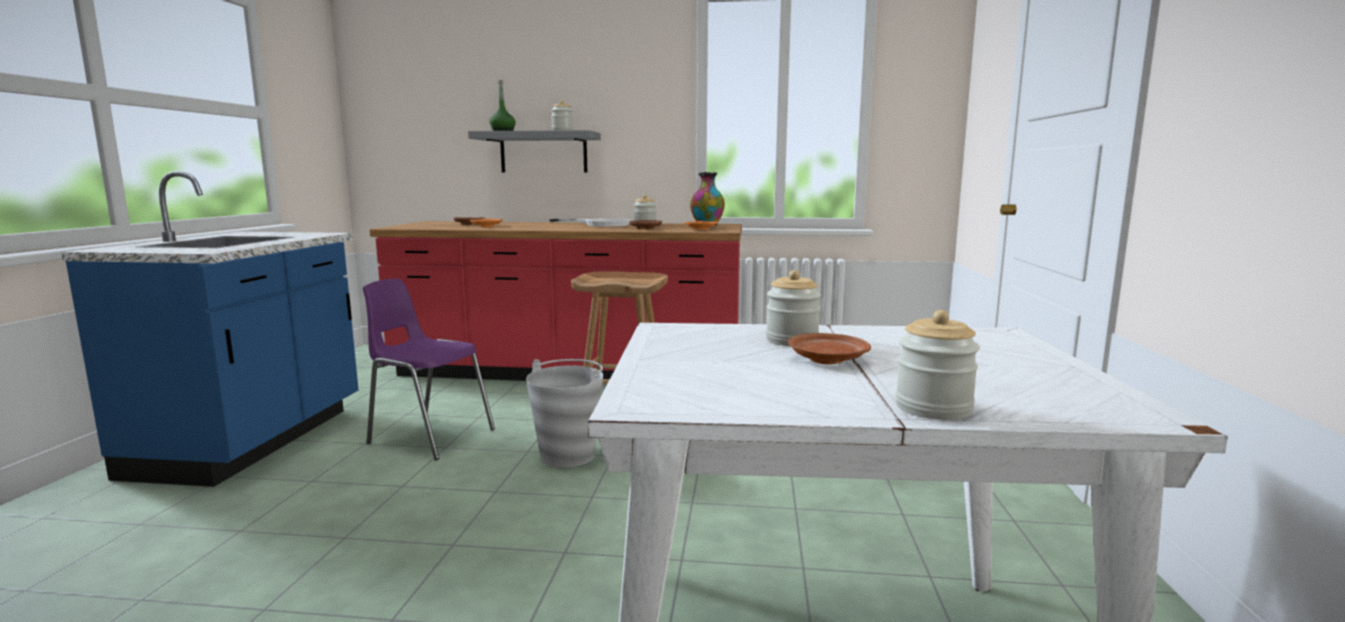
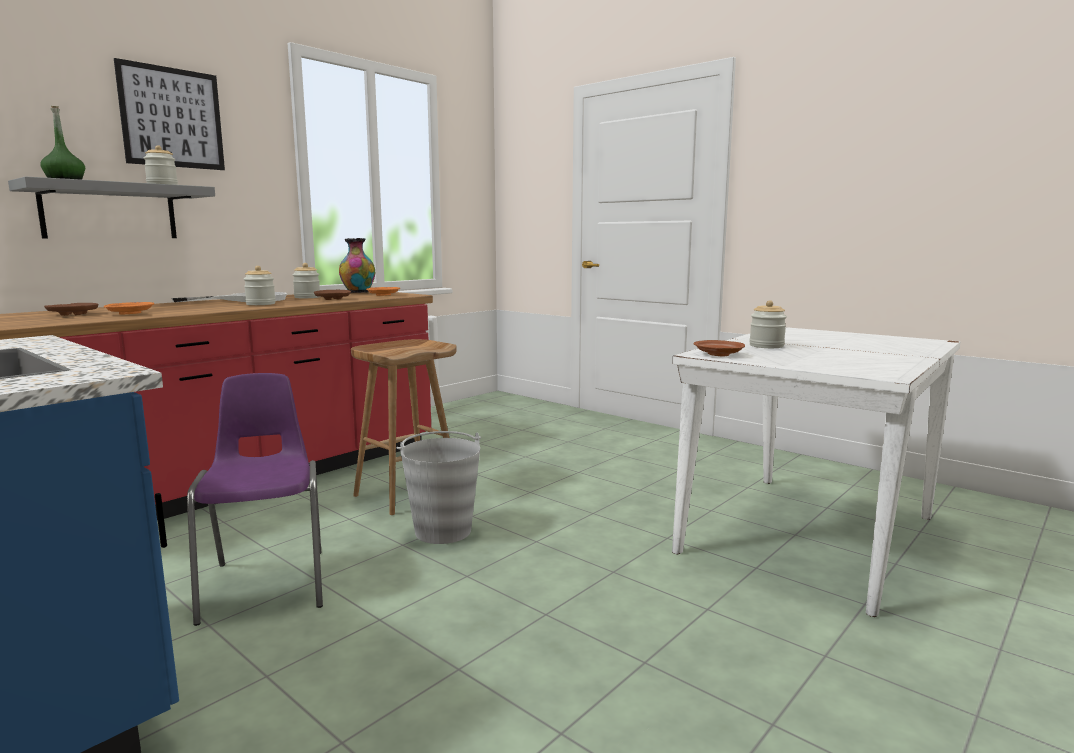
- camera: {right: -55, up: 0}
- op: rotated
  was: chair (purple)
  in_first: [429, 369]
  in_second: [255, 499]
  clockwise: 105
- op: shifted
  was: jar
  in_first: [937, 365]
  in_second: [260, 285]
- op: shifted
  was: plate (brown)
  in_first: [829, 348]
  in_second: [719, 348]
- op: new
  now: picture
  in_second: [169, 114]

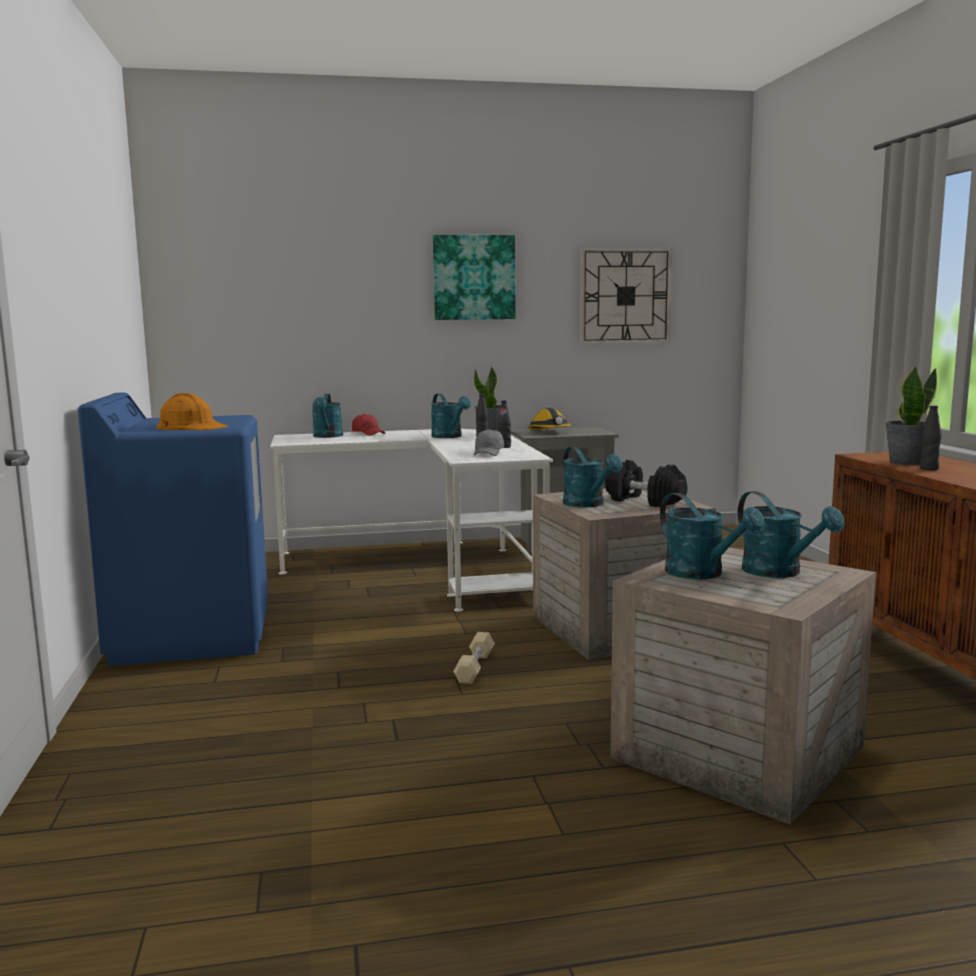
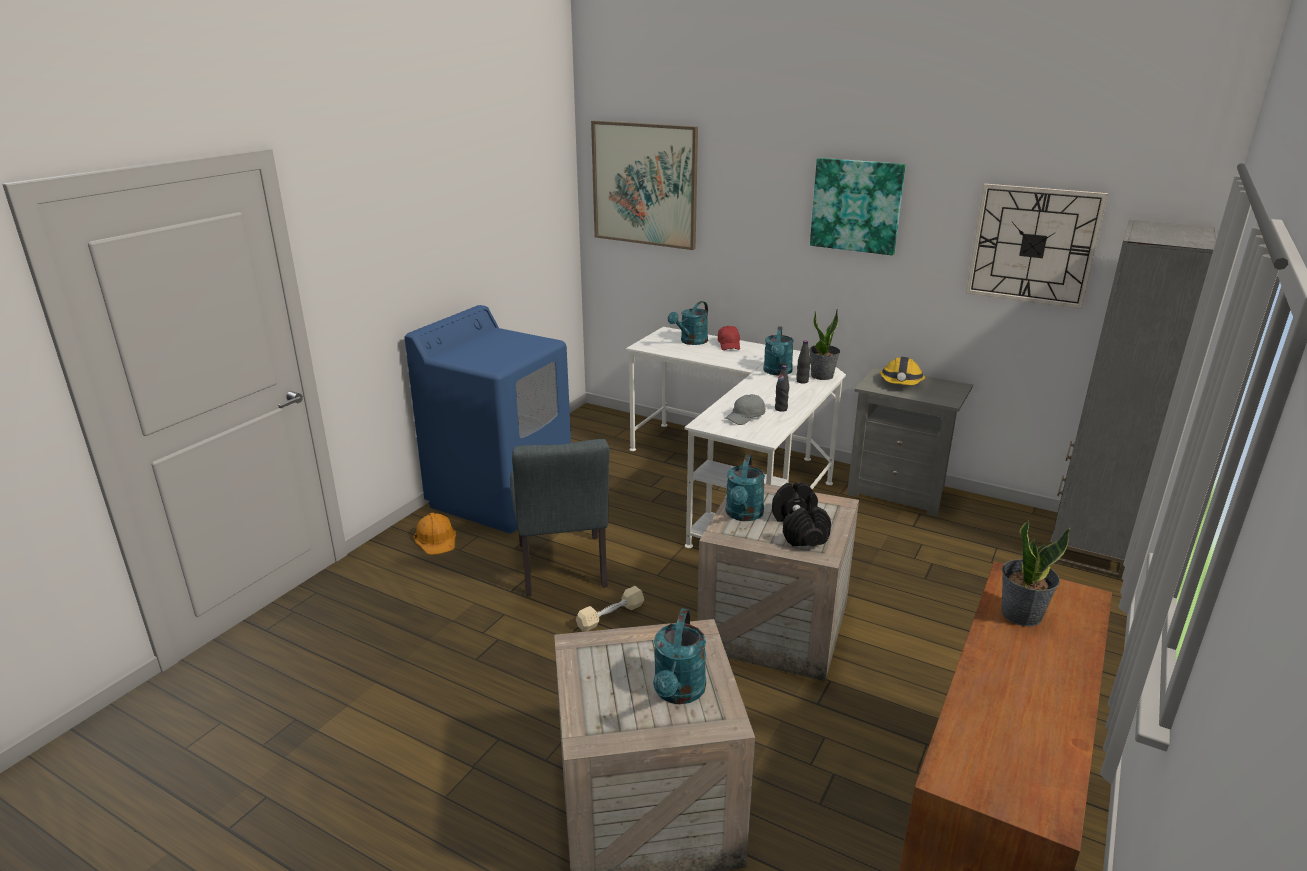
- camera: {right: 40, up: 15}
- op: shifted
  was: hard hat (orange)
  in_first: [192, 411]
  in_second: [434, 534]
- op: gone
  was: bottle (black)
  in_first: [931, 437]
- op: gone
  was: watering can (turquoise)
  in_first: [712, 536]
- op: new
  now: picture
  in_second: [644, 185]
- op: new
  now: bookcase (grey)
  in_second: [1133, 399]
- op: new
  now: chair (grey)
  in_second: [560, 517]

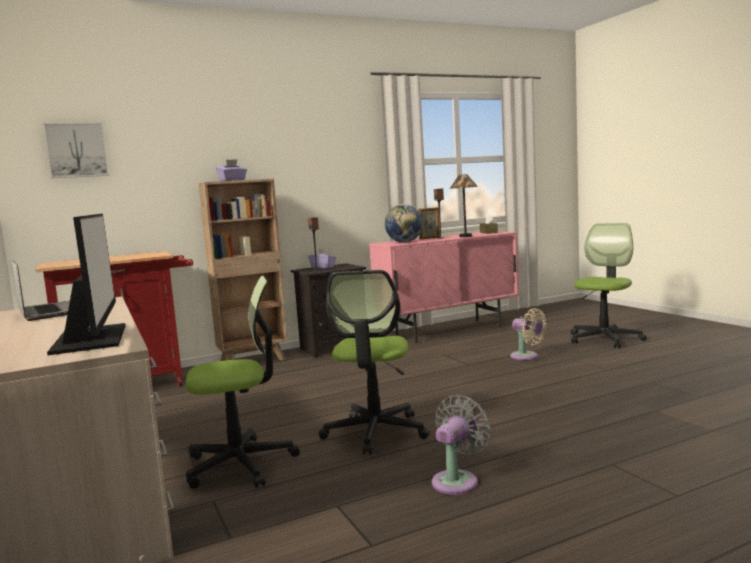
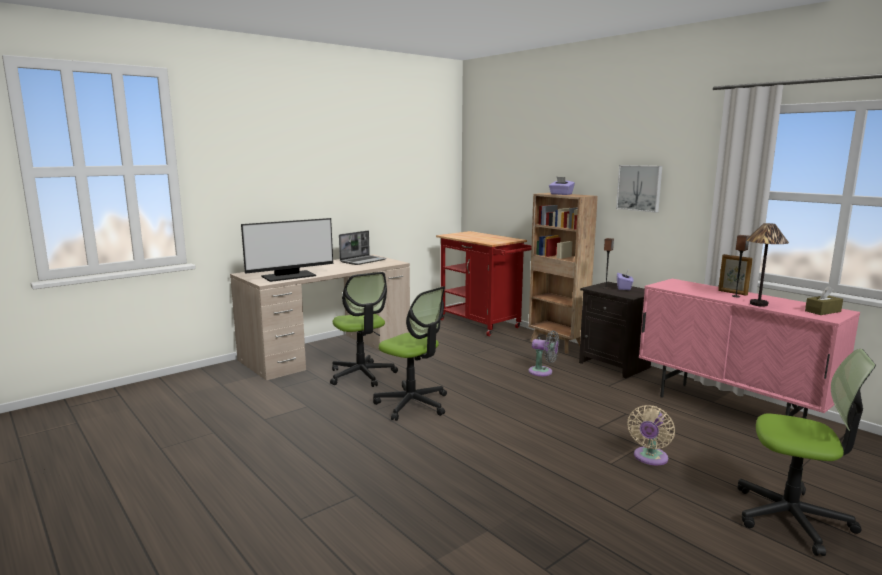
- camera: {right: 75, up: 5}
- op: shifted
  was: picture
  in_first: [76, 150]
  in_second: [639, 189]
- op: gone
  was: globe
  in_first: [404, 223]
- op: rotated
  was: office chair
  in_first: [374, 362]
  in_second: [410, 353]
  clockwise: -135
- op: shifted
  was: fan (grey)
  in_first: [461, 444]
  in_second: [543, 353]

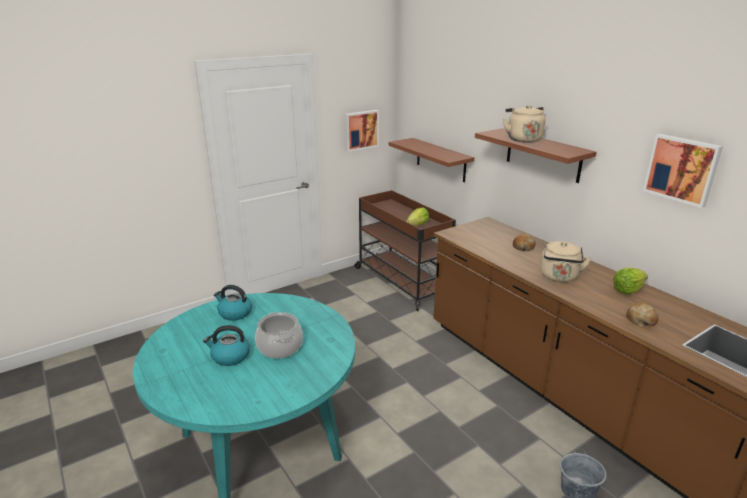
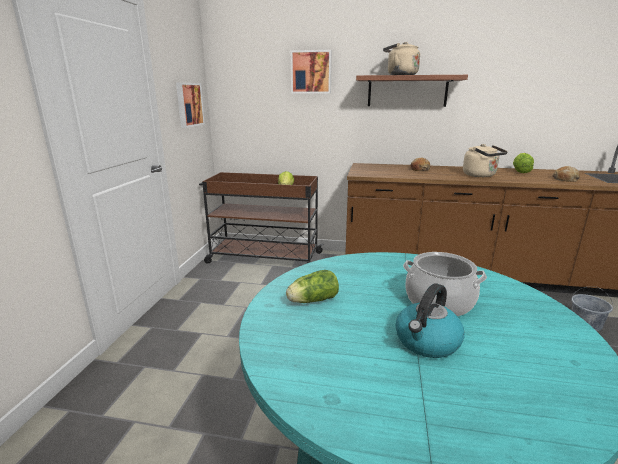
- camera: {right: -45, up: -5}
- op: shifted
  was: picture
  in_first: [683, 171]
  in_second: [311, 72]
- op: gone
  was: shelf
  in_first: [431, 160]
- op: swapped
  was: kettle
  now: lettuce
  in_first: [233, 303]
  in_second: [312, 286]

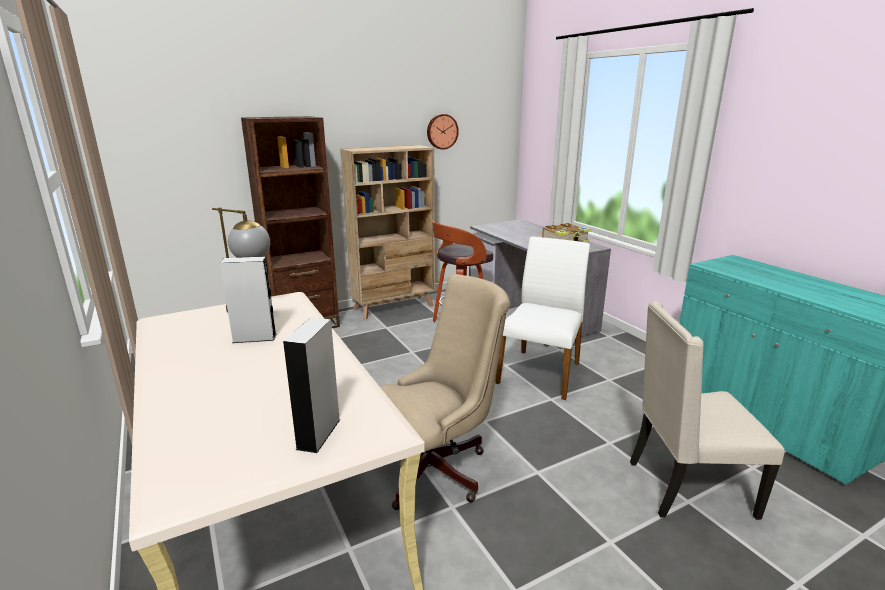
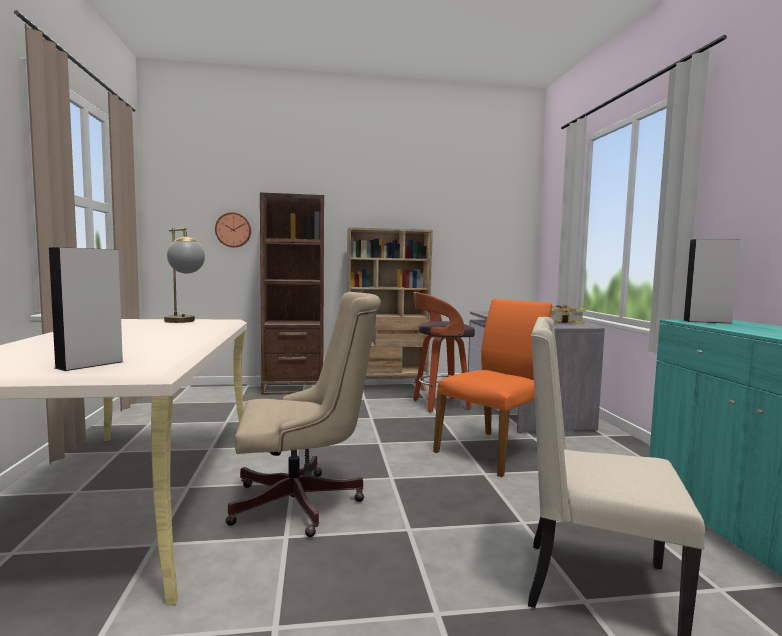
- camera: {right: 20, up: -15}
- op: shifted
  was: wall clock
  in_first: [443, 132]
  in_second: [233, 230]
- op: repainted
  was: chair (white)
  now: chair (orange)
  in_first: [542, 318]
  in_second: [492, 388]
- op: shifted
  was: speaker (grey)
  in_first: [248, 299]
  in_second: [711, 281]

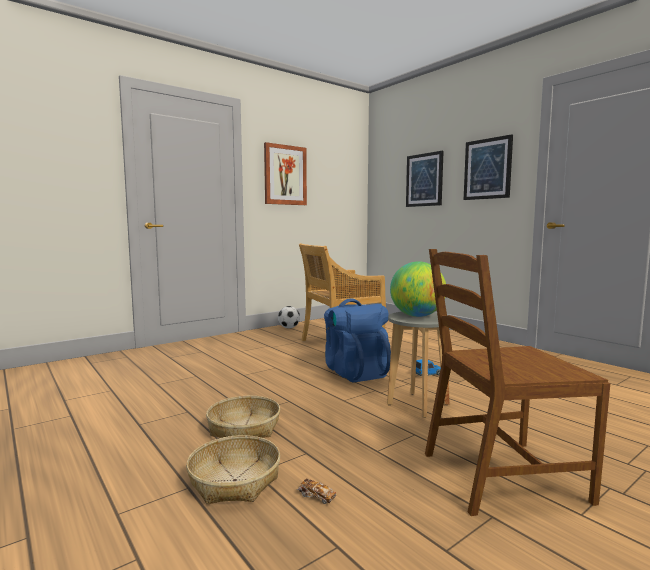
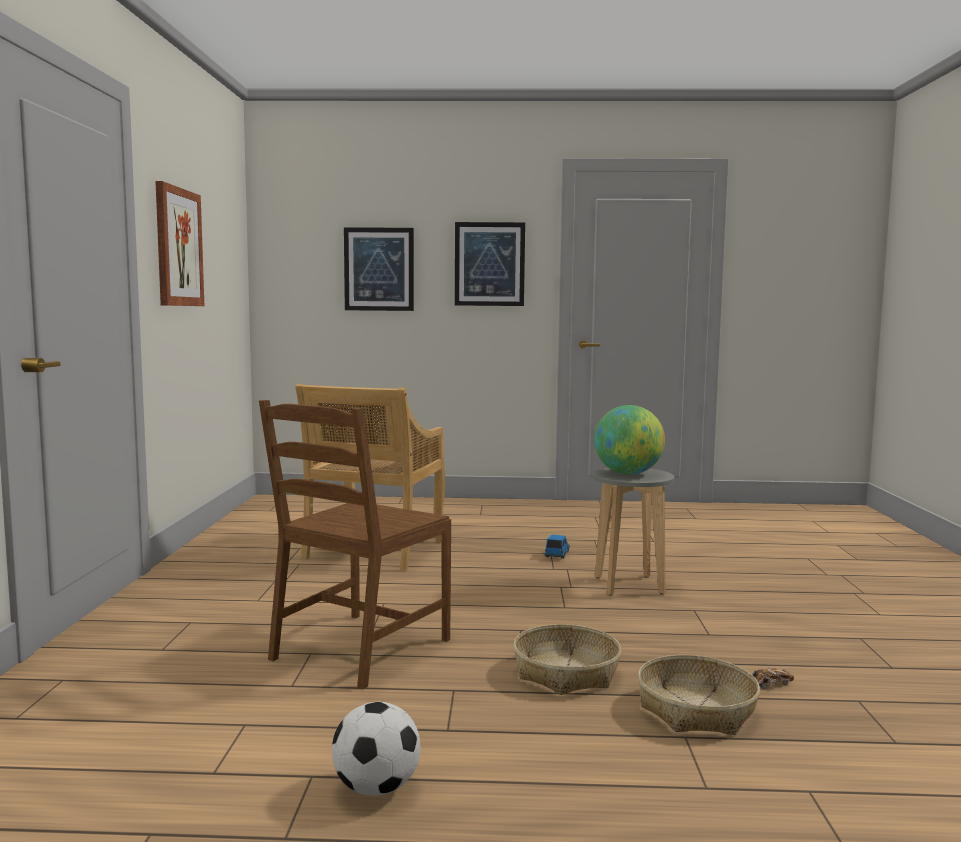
- camera: {right: -50, up: 0}
- op: shifted
  was: chair (brown)
  in_first: [517, 382]
  in_second: [355, 545]
- op: gone
  was: backpack (blue)
  in_first: [357, 340]
- op: shifted
  was: football
  in_first: [289, 317]
  in_second: [376, 749]

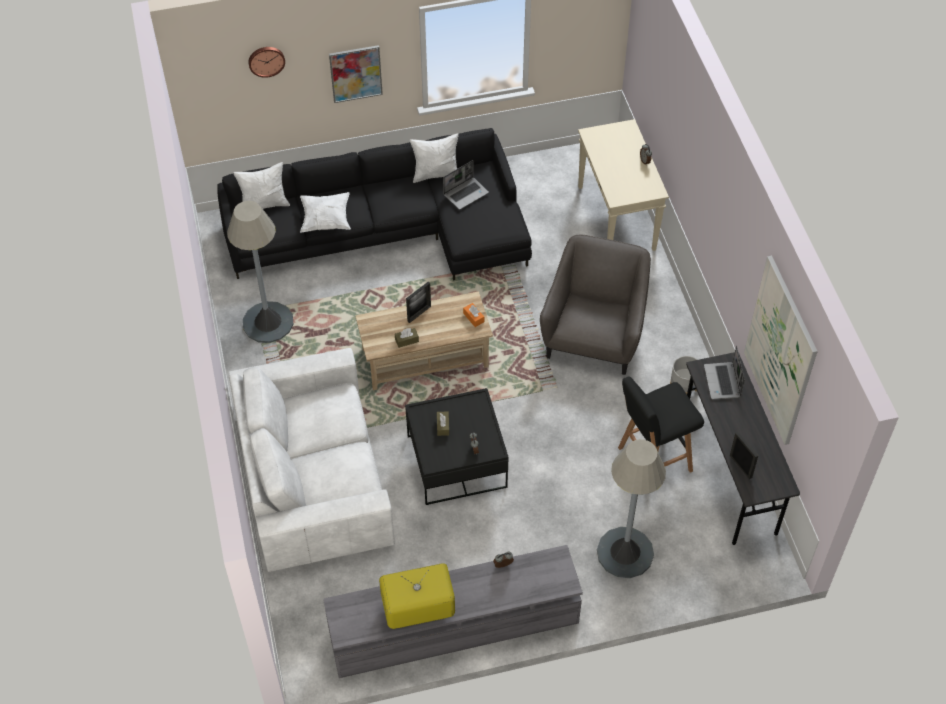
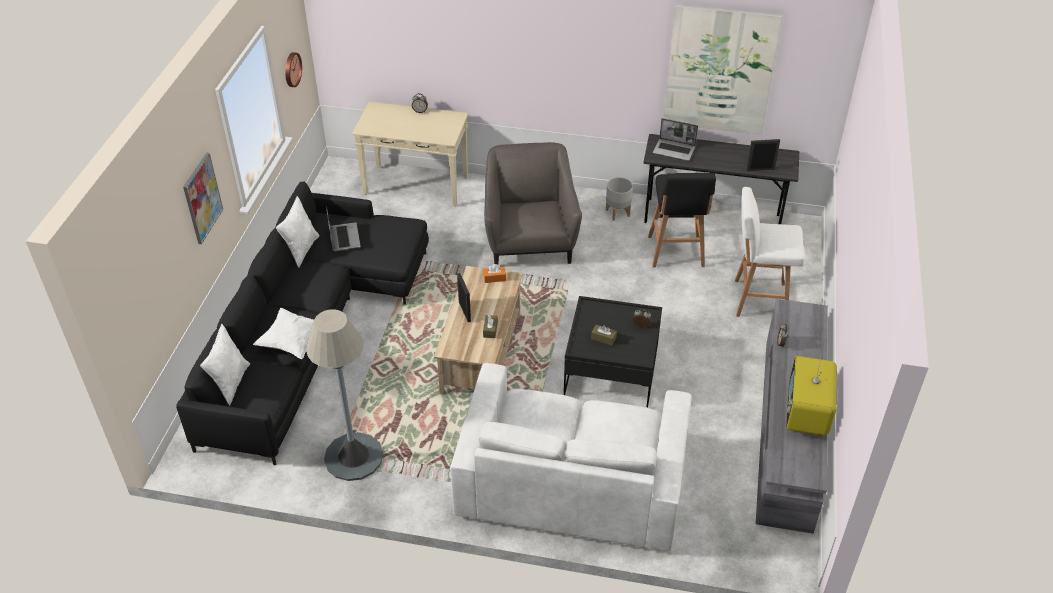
- camera: {right: -65, up: -10}
- op: shifted
  was: wall clock
  in_first: [266, 62]
  in_second: [293, 69]
- op: rotated
  was: armchair (grey)
  in_first: [595, 305]
  in_second: [533, 203]
  clockwise: 45
- op: swapped
  was: floor lamp (grey)
  now: stool (white)
  in_first: [631, 508]
  in_second: [770, 252]

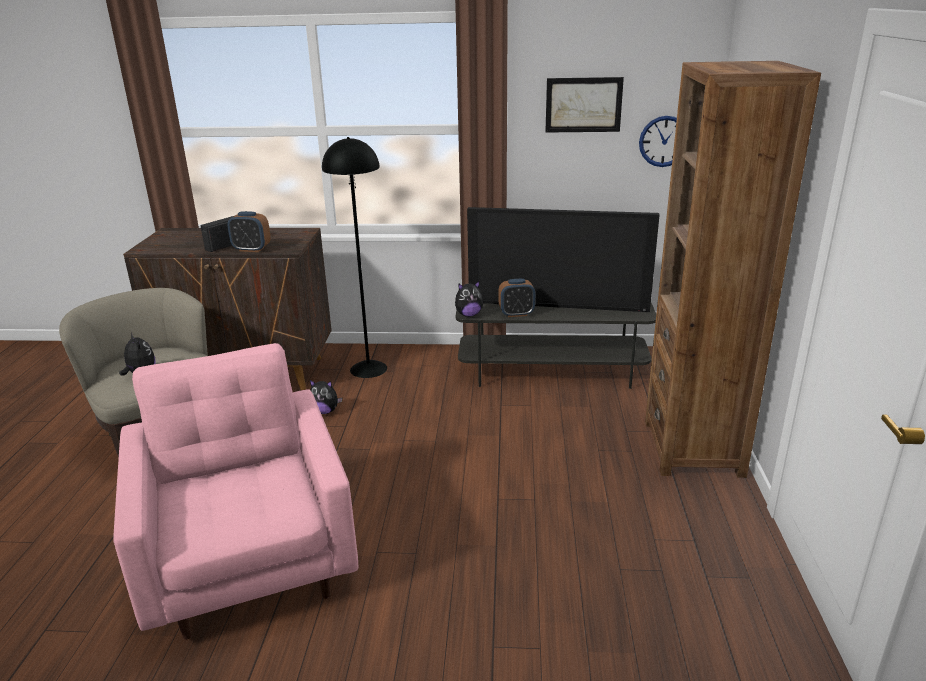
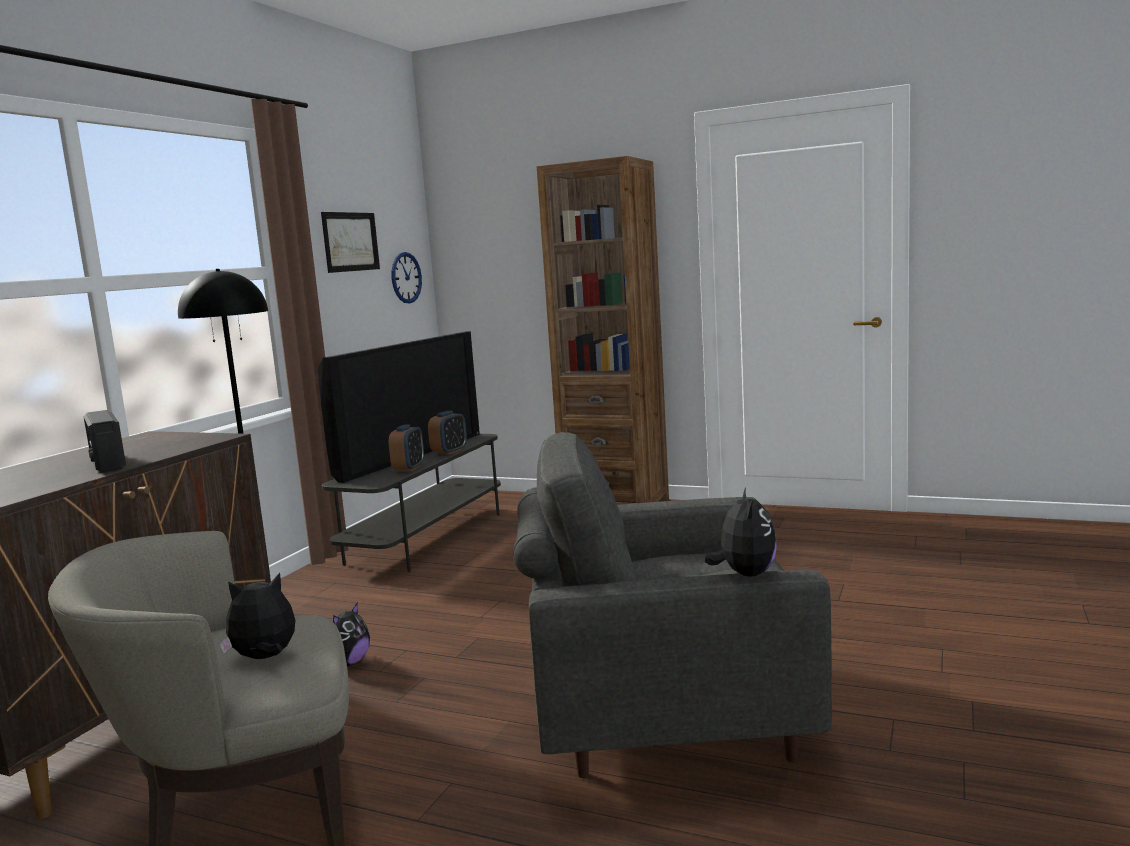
- camera: {right: -70, up: -15}
- op: shifted
  was: alarm clock
  in_first: [249, 231]
  in_second: [447, 433]
- op: shifted
  was: plush toy
  in_first: [469, 299]
  in_second: [741, 532]
- op: repainted
  was: armchair (pink)
  now: armchair (grey)
  in_first: [235, 491]
  in_second: [672, 605]

